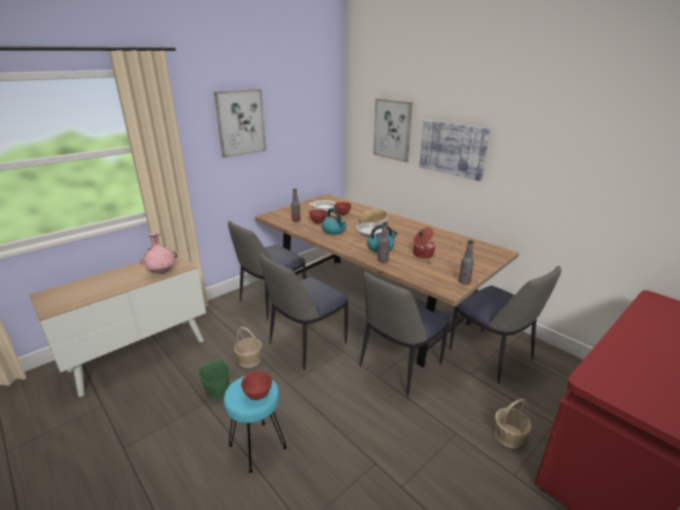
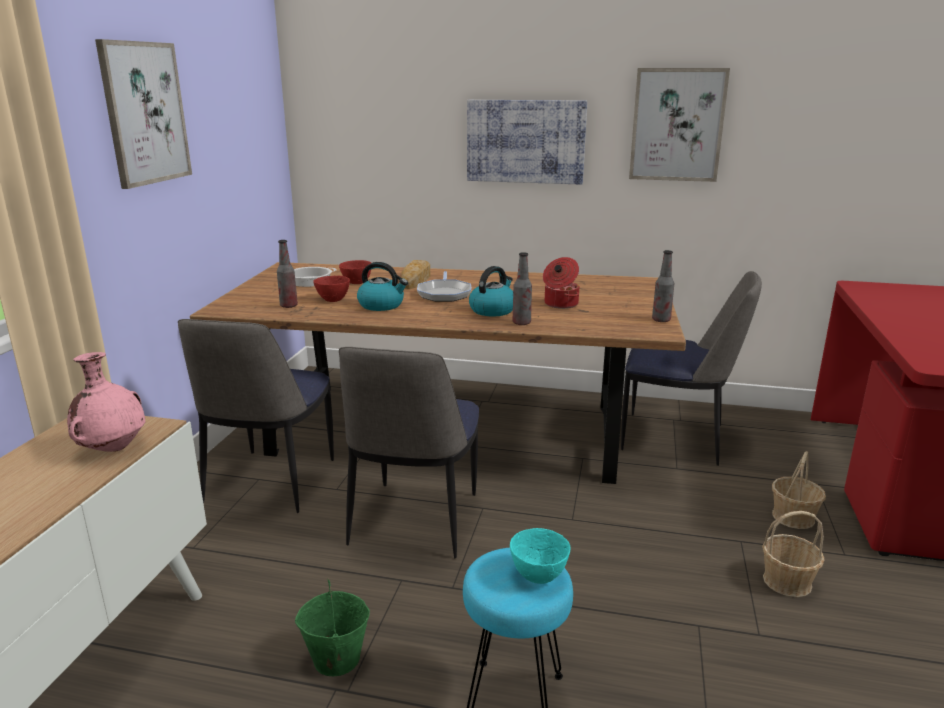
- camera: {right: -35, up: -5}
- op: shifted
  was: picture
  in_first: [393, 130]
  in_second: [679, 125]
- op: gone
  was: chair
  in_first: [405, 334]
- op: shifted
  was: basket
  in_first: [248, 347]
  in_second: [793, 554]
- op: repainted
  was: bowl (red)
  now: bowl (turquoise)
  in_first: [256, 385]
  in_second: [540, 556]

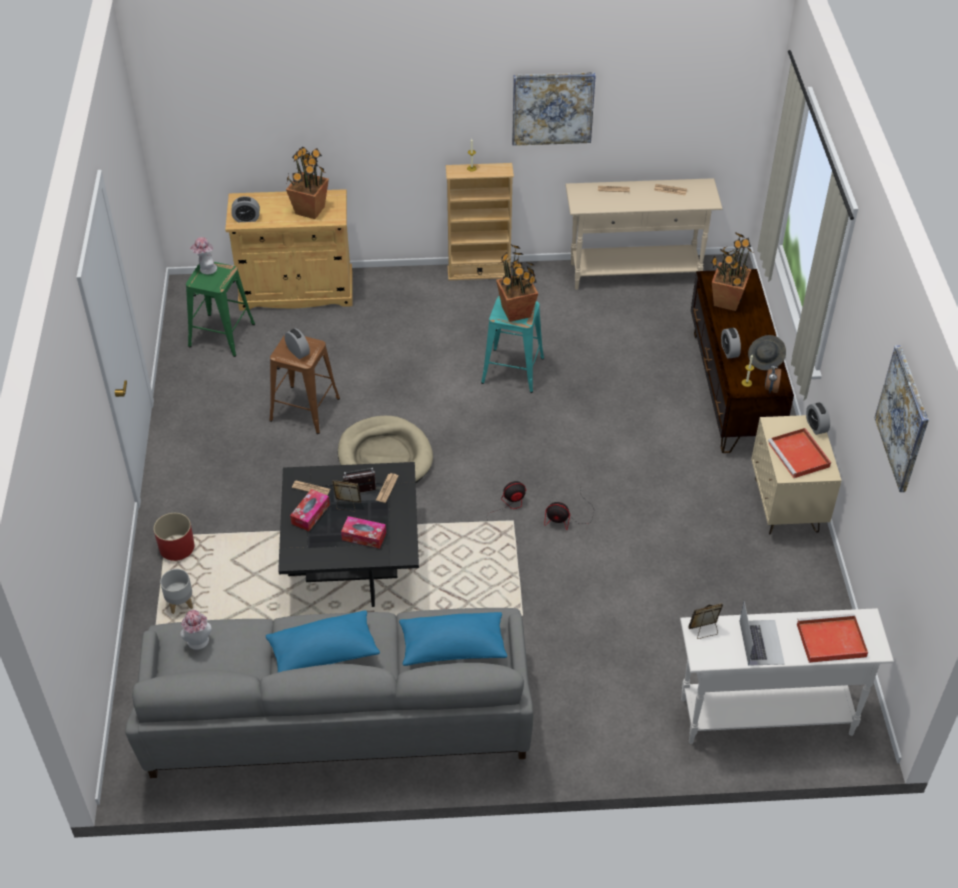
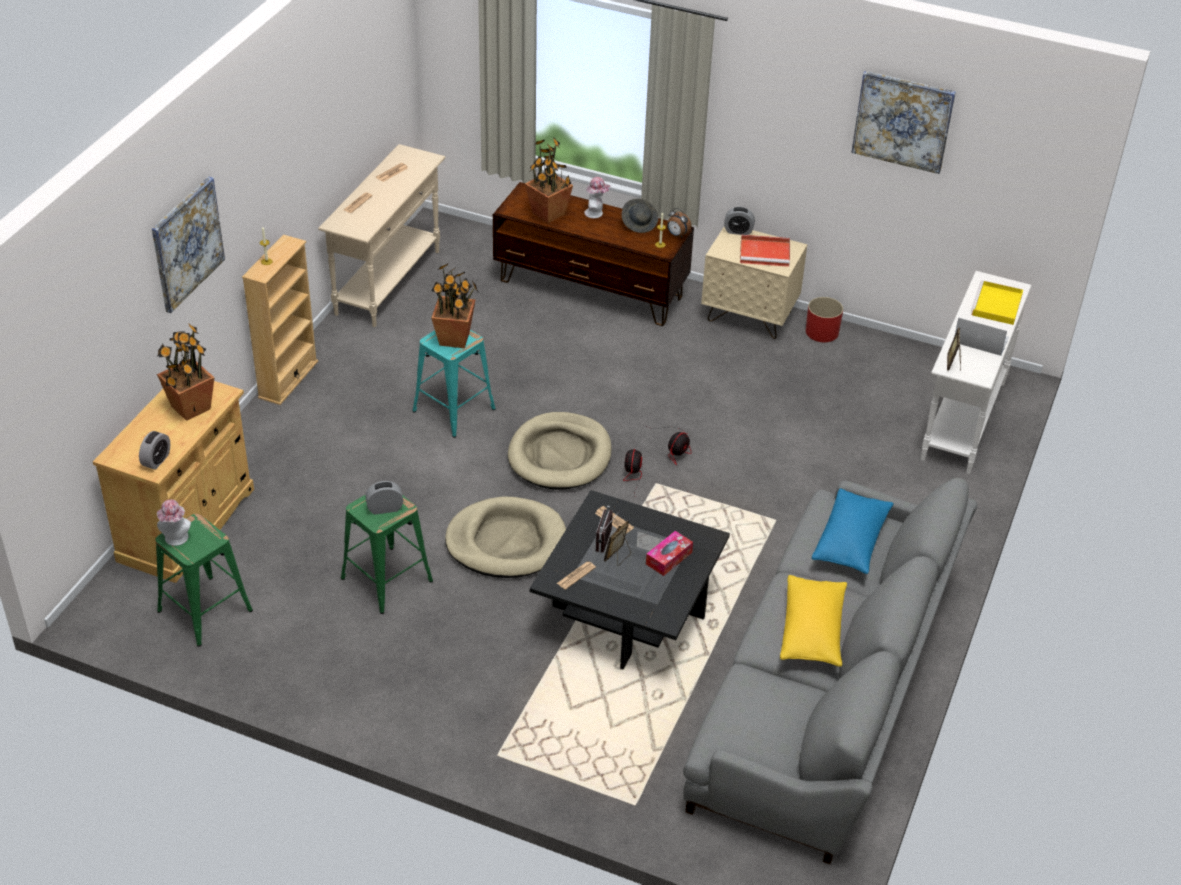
- camera: {right: -65, up: -5}
- op: shifted
  was: picture
  in_first: [554, 109]
  in_second: [188, 244]
- op: gone
  was: alarm clock
  in_first: [731, 343]
- op: repainted
  was: stool (brown)
  now: stool (green)
  in_first: [304, 385]
  in_second: [387, 554]
- op: gone
  was: tissue box
  in_first: [310, 510]
- op: shifted
  was: planter (red)
  in_first: [174, 537]
  in_second: [824, 319]
- op: gone
  was: planter (grey)
  in_first: [176, 591]
- op: shifted
  was: hat
  in_first: [196, 630]
  in_second: [597, 197]
- op: repainted
  was: pillow (blue)
  now: pillow (yellow)
  in_first: [323, 641]
  in_second: [813, 621]
- op: repainted
  was: tray (red)
  now: tray (yellow)
  in_first: [832, 638]
  in_second: [997, 303]
- op: new
  now: dog bed (beige)
  in_second: [560, 451]

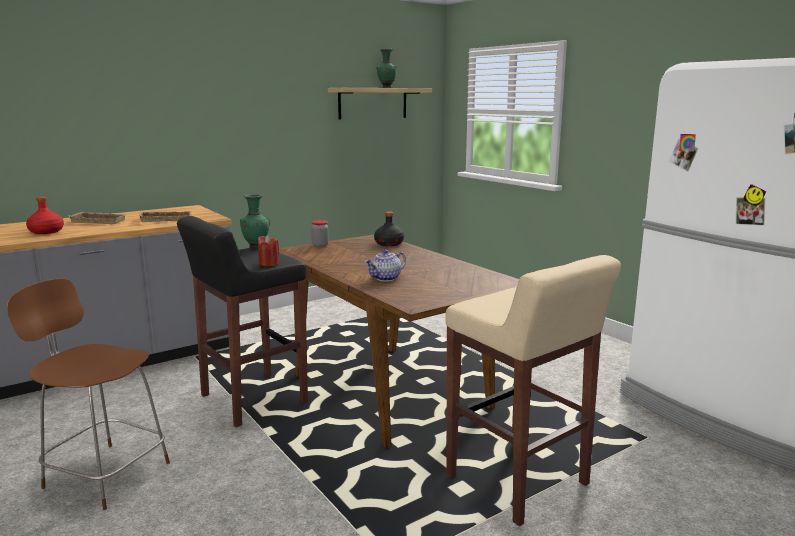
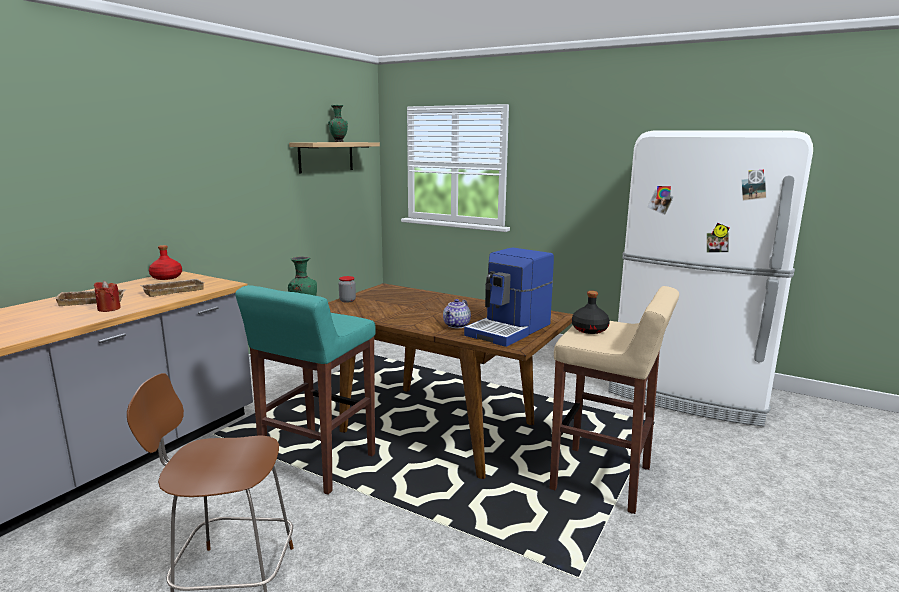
- camera: {right: -25, up: 0}
- op: shifted
  was: bottle (red)
  in_first: [45, 215]
  in_second: [165, 262]
- op: shifted
  was: bottle (black)
  in_first: [389, 228]
  in_second: [591, 312]
- op: repainted
  was: stool (black)
  now: stool (turquoise)
  in_first: [242, 321]
  in_second: [305, 390]
- op: shifted
  was: candle (red)
  in_first: [268, 250]
  in_second: [107, 296]
- op: new
  now: coffee machine
  in_second: [509, 297]

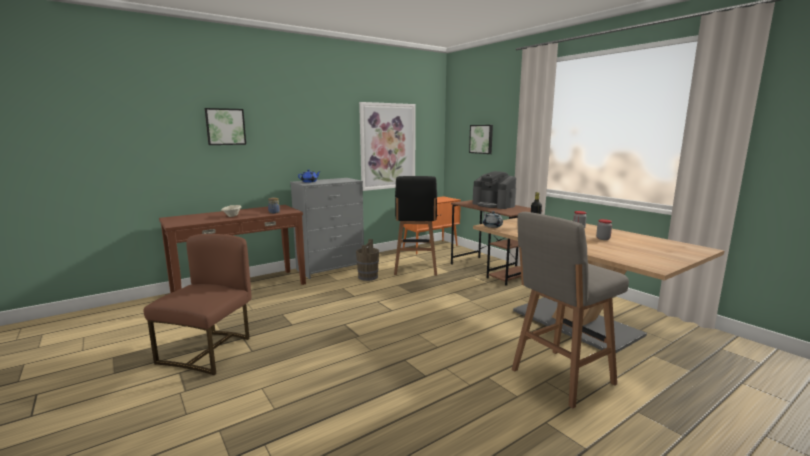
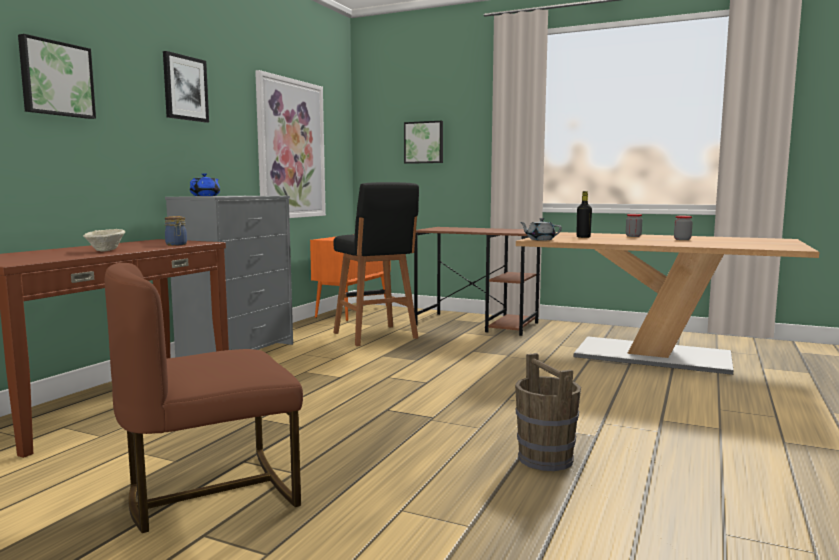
- camera: {right: -30, up: -5}
- op: gone
  was: coffee machine
  in_first: [494, 190]
- op: gone
  was: stool (grey)
  in_first: [570, 310]
- op: rotated
  was: chair (brown)
  in_first: [197, 304]
  in_second: [204, 398]
  clockwise: -105
- op: shifted
  was: bucket (brown)
  in_first: [367, 260]
  in_second: [548, 412]
- op: new
  now: picture
  in_second: [186, 87]

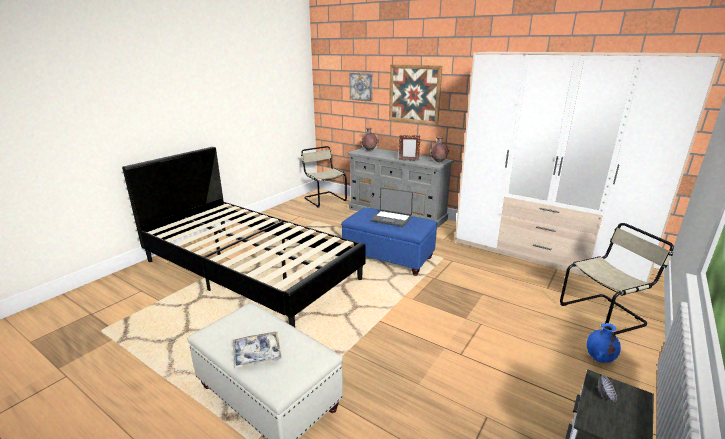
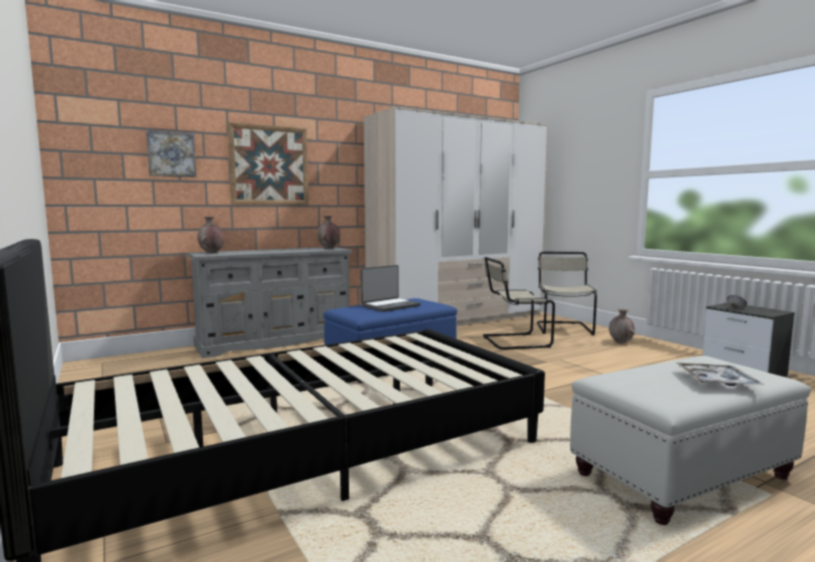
- camera: {right: -65, up: -15}
- op: gone
  was: picture frame
  in_first: [410, 148]
- op: shifted
  was: chair (beige)
  in_first: [324, 177]
  in_second: [519, 303]
- op: repainted
  was: vase (blue)
  now: vase (brown)
  in_first: [604, 343]
  in_second: [622, 326]

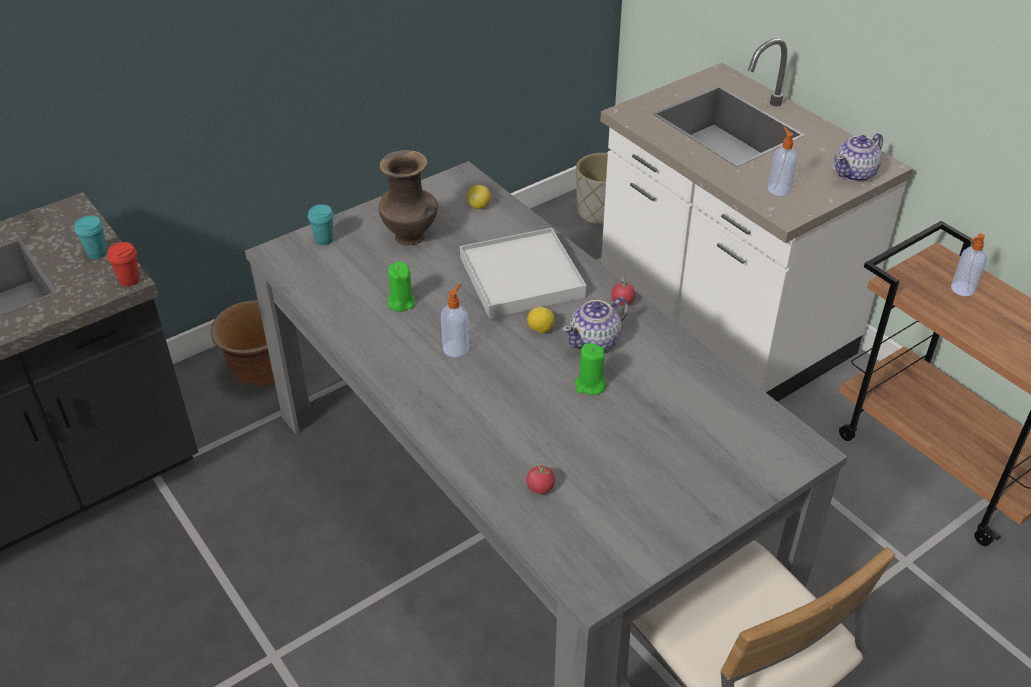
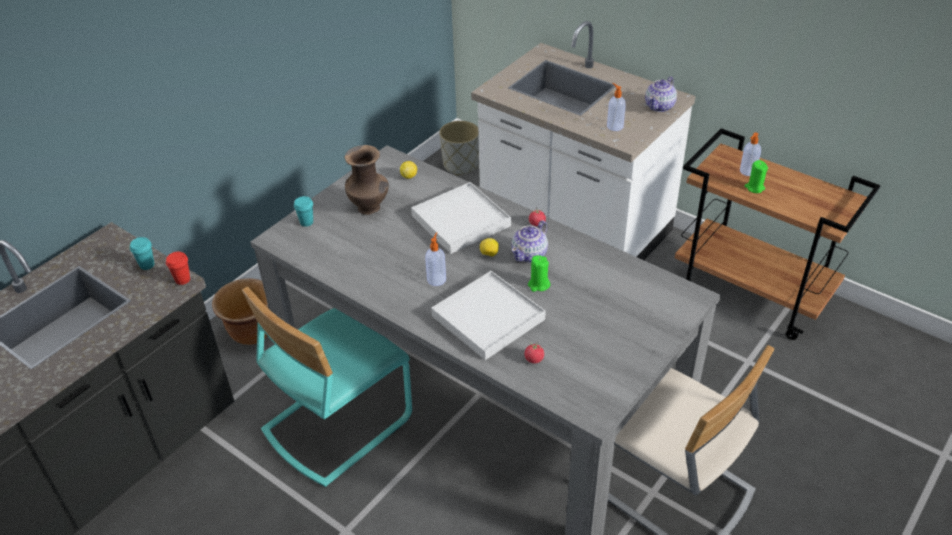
- camera: {right: -15, up: 0}
- op: shifted
  was: candle (green)
  in_first: [401, 287]
  in_second: [756, 176]
- op: new
  now: tray (white)
  in_second: [488, 315]
- op: new
  now: chair (turquoise)
  in_second: [327, 387]

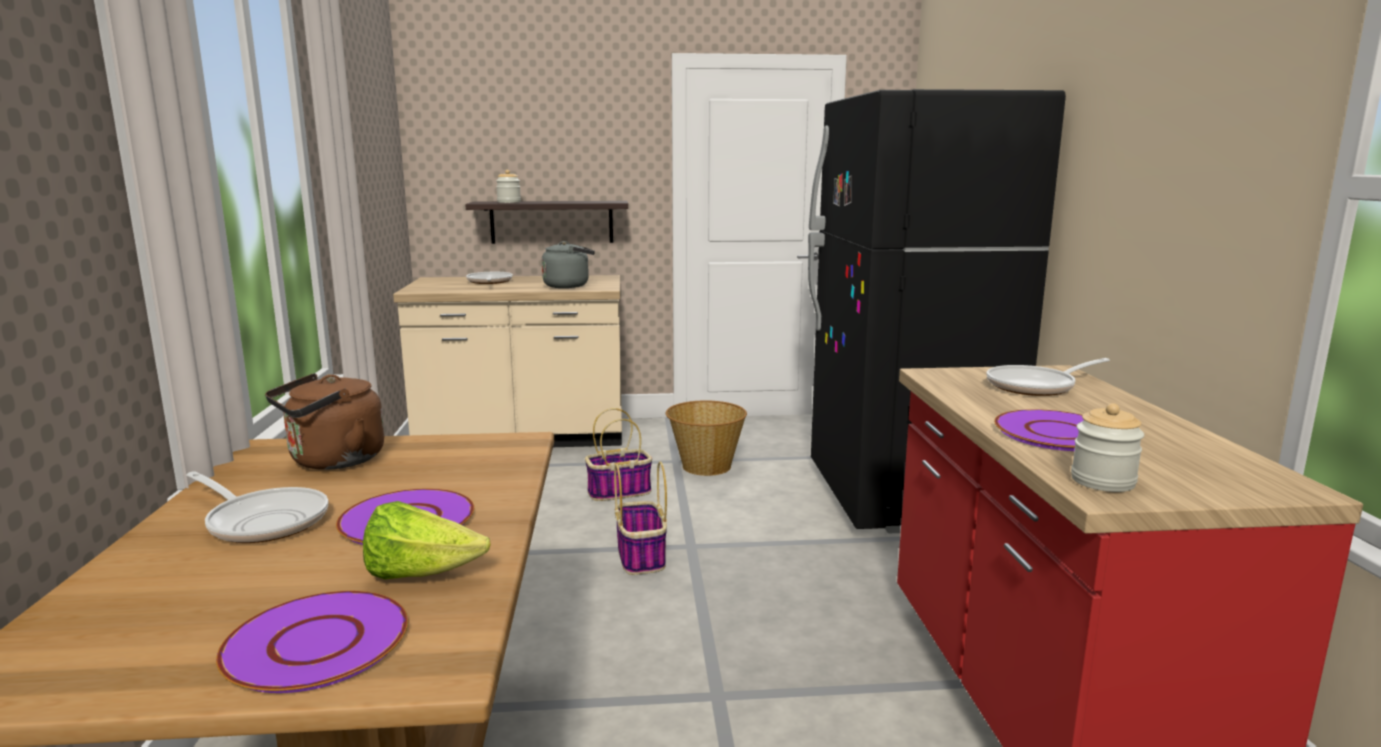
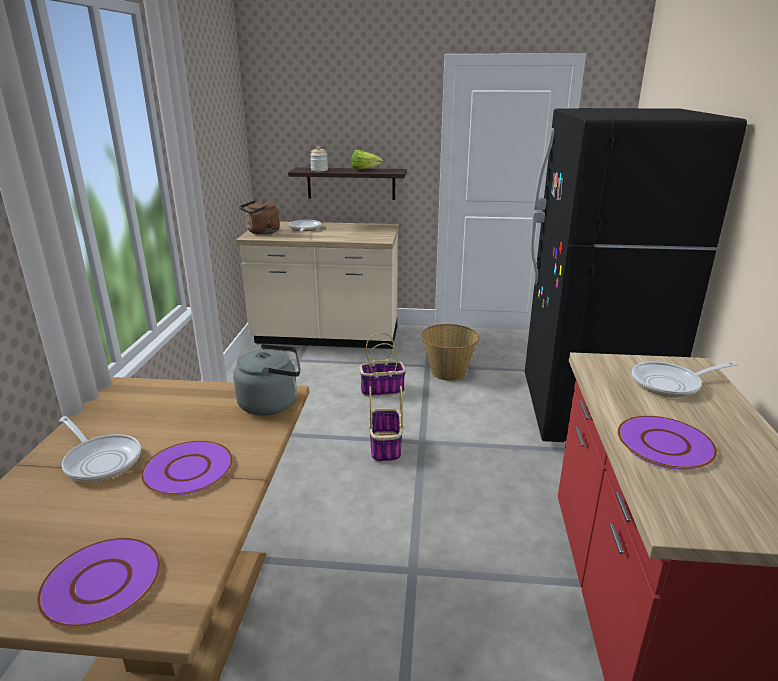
- camera: {right: 10, up: 10}
- op: shifted
  was: kettle (grey)
  in_first: [568, 264]
  in_second: [266, 380]
- op: shifted
  was: kettle (brown)
  in_first: [324, 421]
  in_second: [259, 217]
- op: gone
  was: jar
  in_first: [1107, 447]
- op: shifted
  was: lettuce
  in_first: [427, 540]
  in_second: [367, 160]

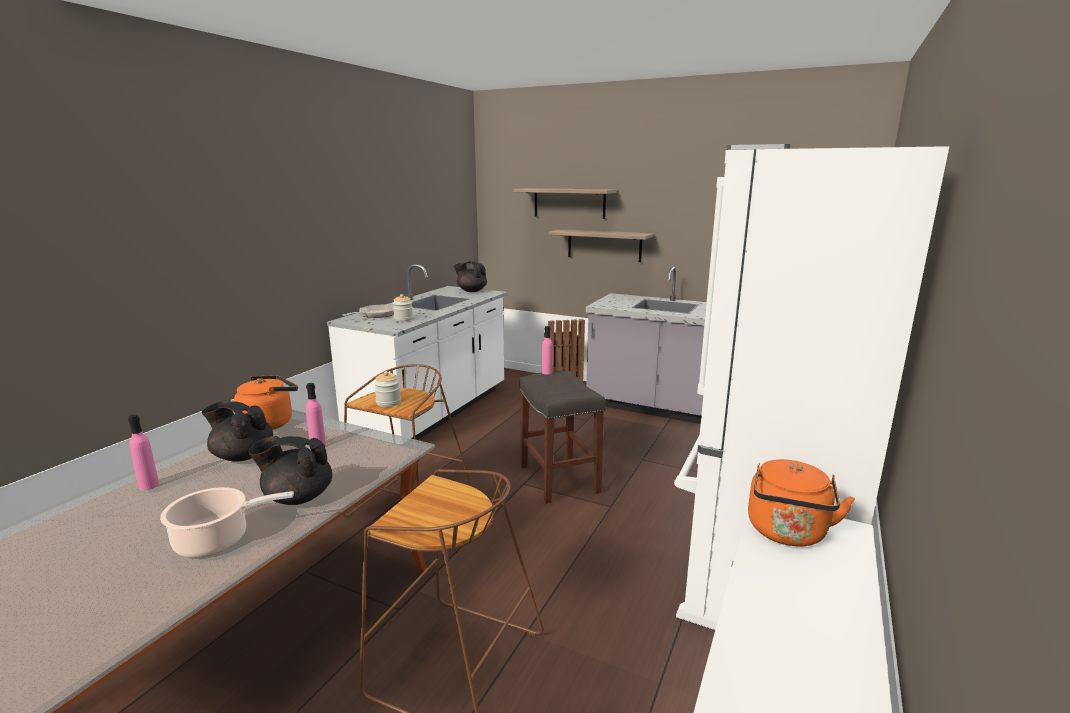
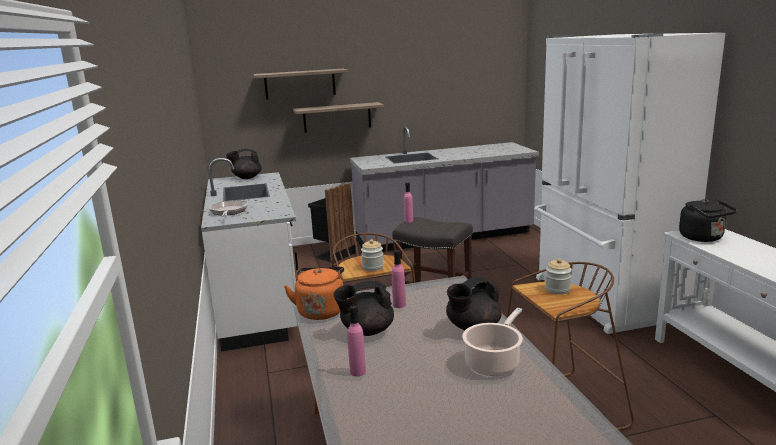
- camera: {right: -40, up: 0}
- op: shifted
  was: jar
  in_first: [403, 308]
  in_second: [558, 276]
- op: repainted
  was: kettle (orange)
  now: kettle (black)
  in_first: [801, 502]
  in_second: [708, 220]

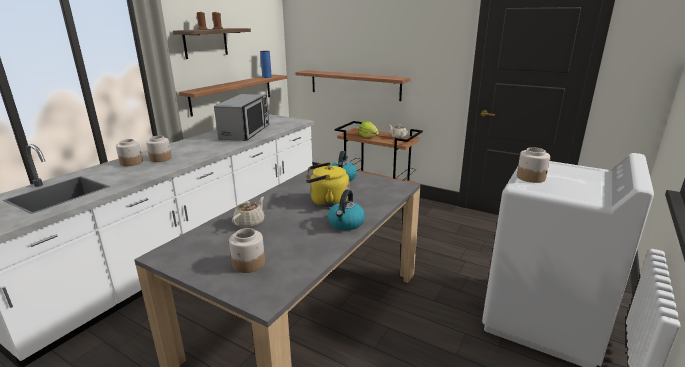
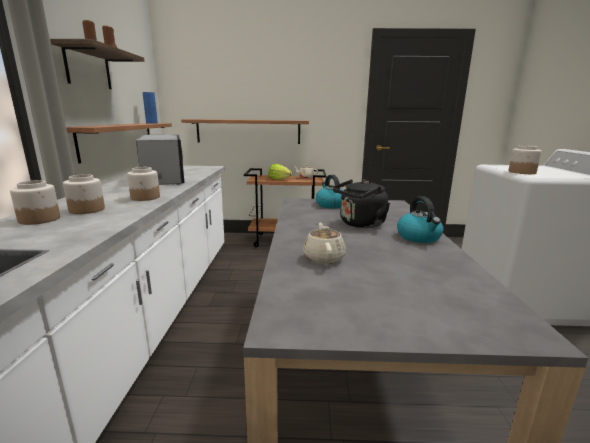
- camera: {right: -30, up: -5}
- op: repainted
  was: kettle (yellow)
  now: kettle (black)
  in_first: [328, 184]
  in_second: [361, 203]
- op: shifted
  was: jar
  in_first: [247, 250]
  in_second: [143, 184]

